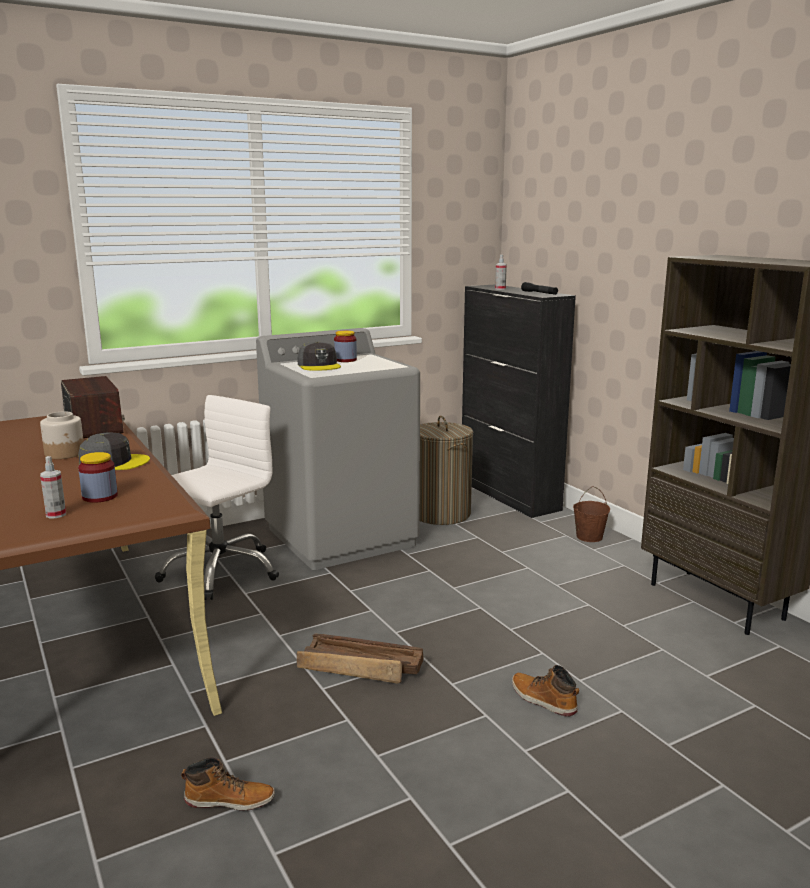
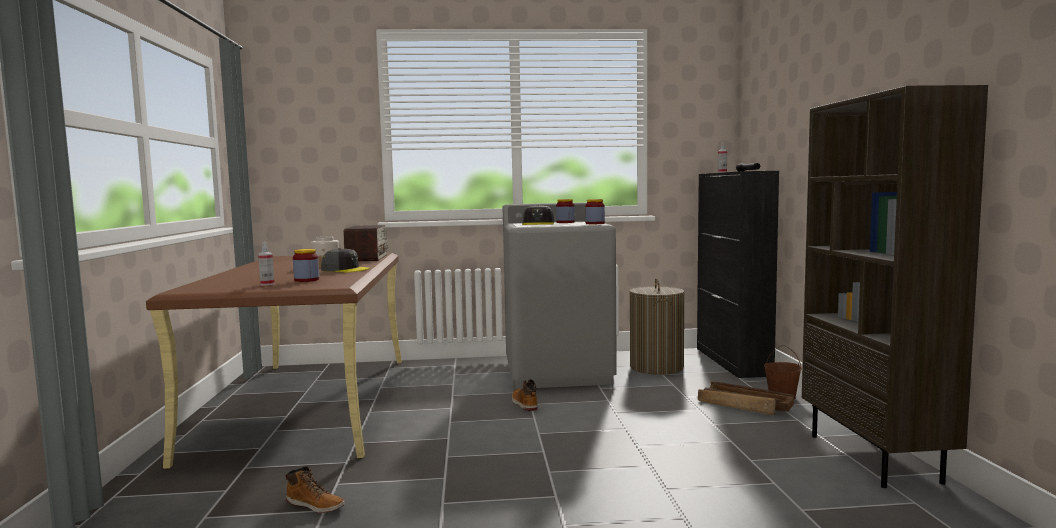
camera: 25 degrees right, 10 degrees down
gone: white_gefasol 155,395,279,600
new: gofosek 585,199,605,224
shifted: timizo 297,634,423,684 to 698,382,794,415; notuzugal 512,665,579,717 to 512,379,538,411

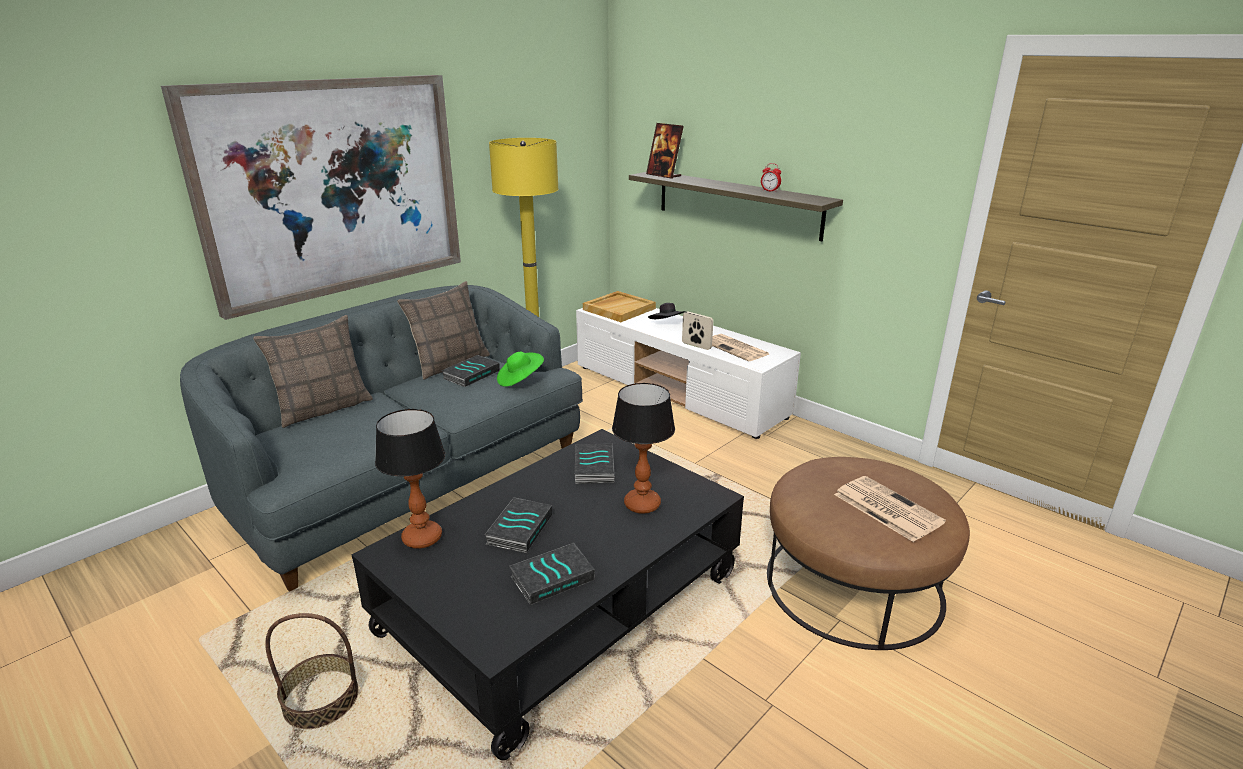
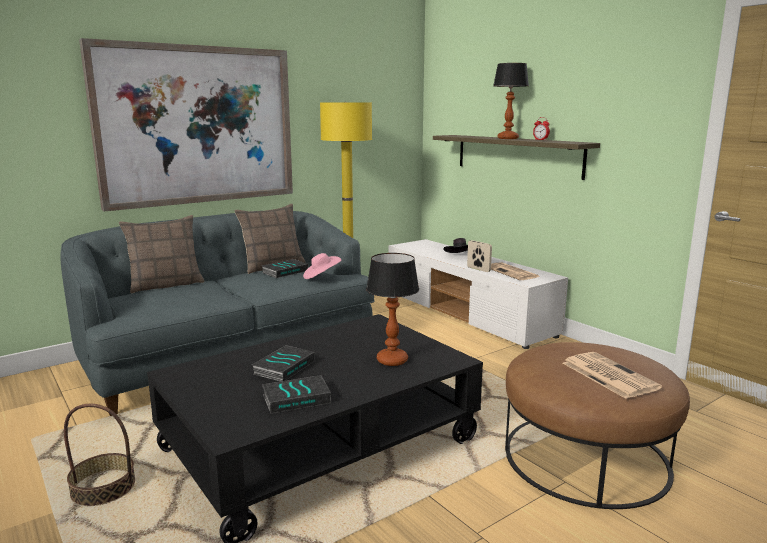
camera: 10 degrees right, 10 degrees down
gone: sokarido 646,123,684,179; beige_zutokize 583,291,656,322; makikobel 575,443,615,484
shifted: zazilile 375,409,445,549 to 493,63,529,139
repainted: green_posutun 497,352,544,387 to pink_posutun 303,253,341,279

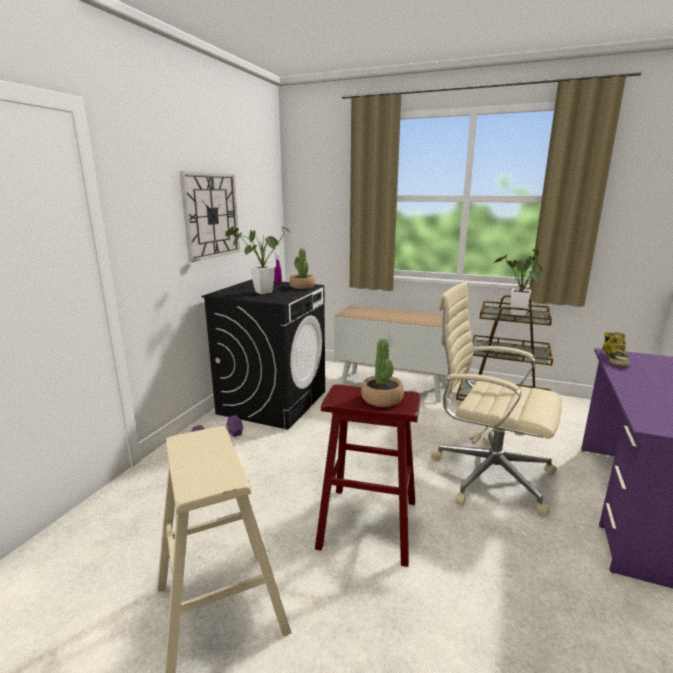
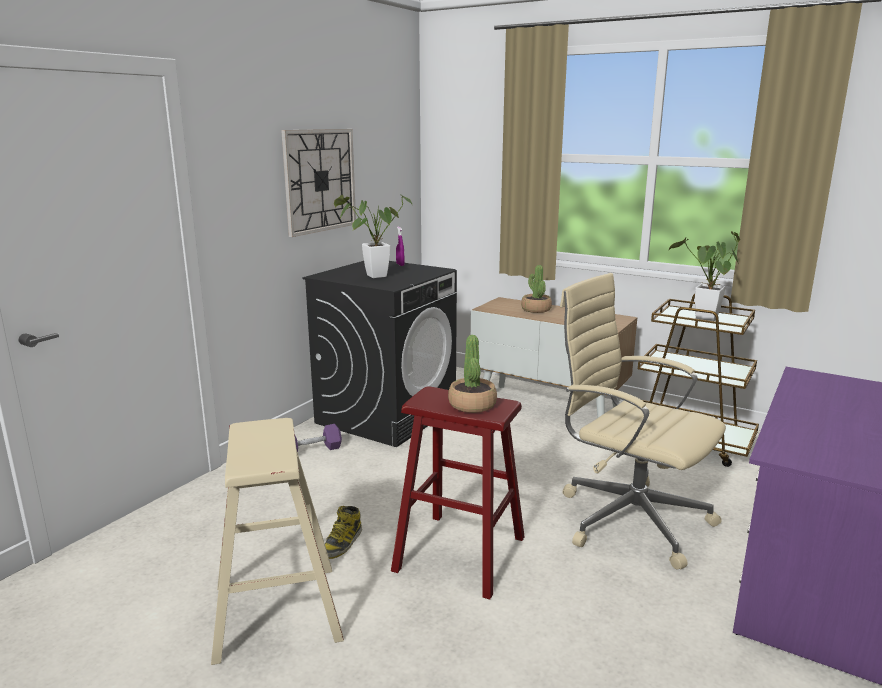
camera: 10 degrees right, 0 degrees up
shifted: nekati 289,248,315,289 to 521,265,552,313; notuzugal 601,332,630,366 to 325,506,362,559

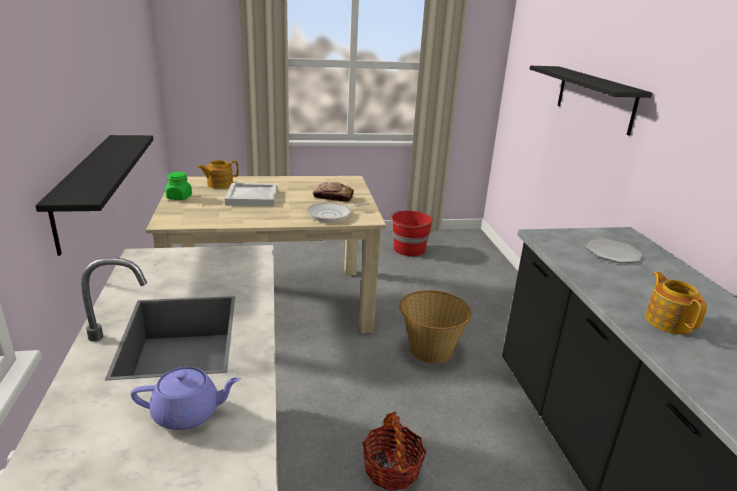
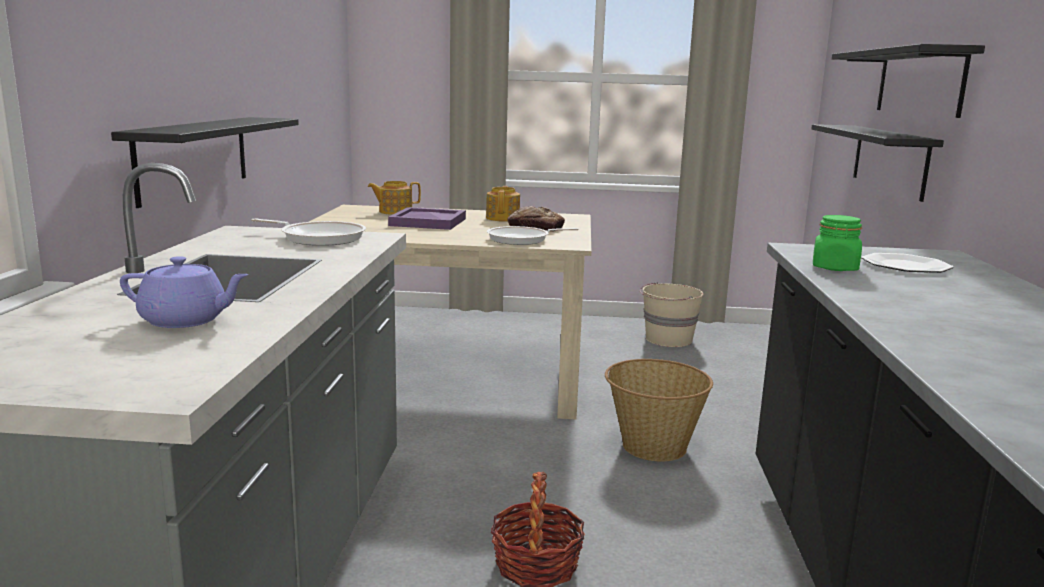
camera: 15 degrees right, 10 degrees down
new: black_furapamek 811,124,944,202; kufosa 251,219,366,246
shifted: green_gofosek 165,172,192,200 to 813,215,862,271; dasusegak 645,272,707,334 to 486,186,520,222
repainted: white_zutokize 225,183,278,206 to purple_zutokize 388,207,466,230; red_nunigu 390,210,433,257 to beige_nunigu 640,282,703,347

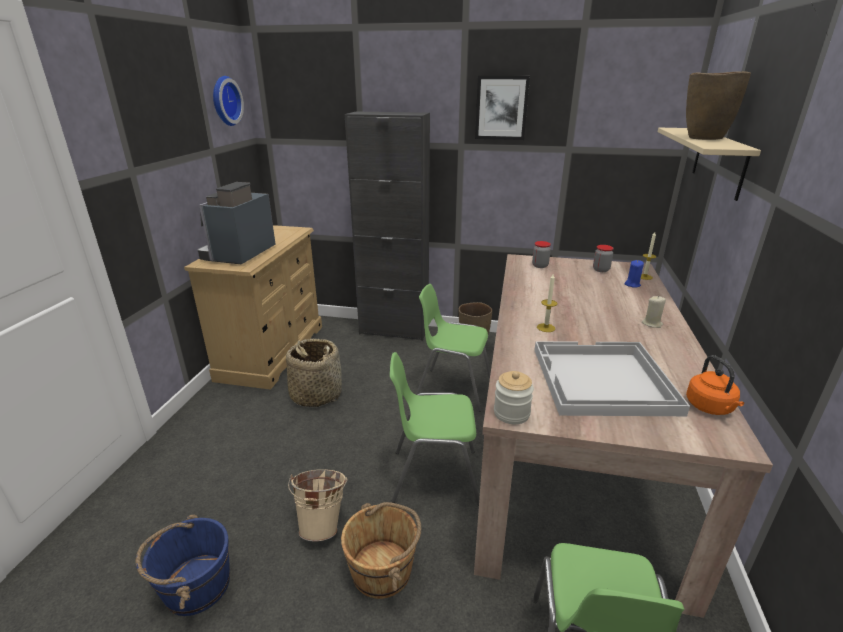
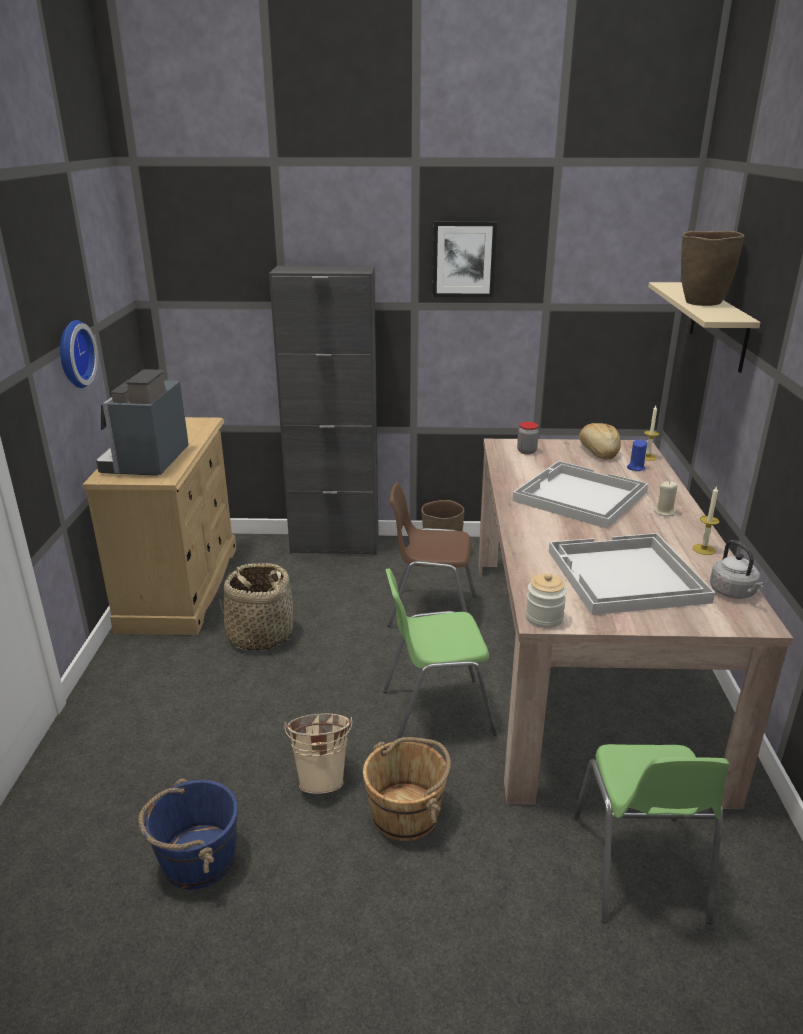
camera: 10 degrees left, 0 degrees up
new: white_zutokize 512,461,648,529
shifted: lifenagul 213,76,244,126 to 60,320,98,388; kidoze 537,274,557,332 to 692,485,720,555
swapped: gofosek 593,245,614,272 to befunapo 579,423,621,460
repainted: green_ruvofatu 416,284,491,412 to brown_ruvofatu 387,482,476,627; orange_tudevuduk 686,355,744,415 to grey_tudevuduk 710,540,764,599

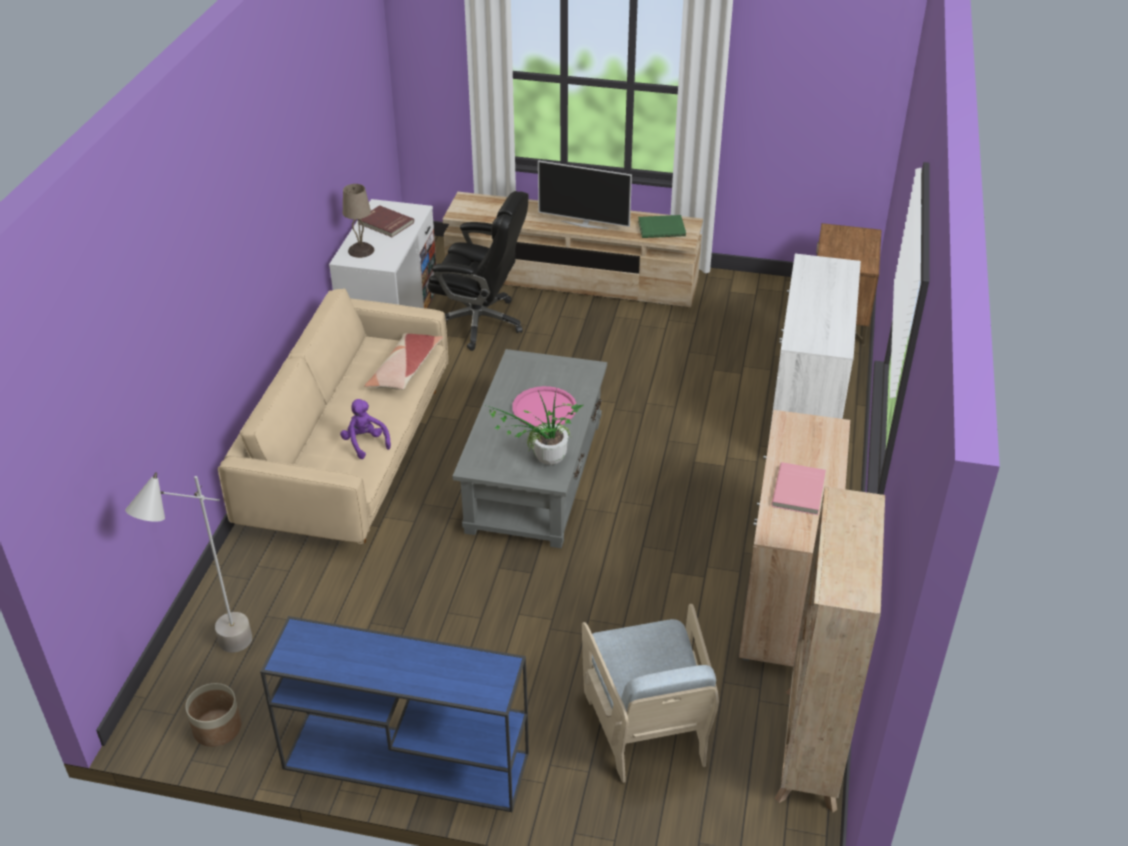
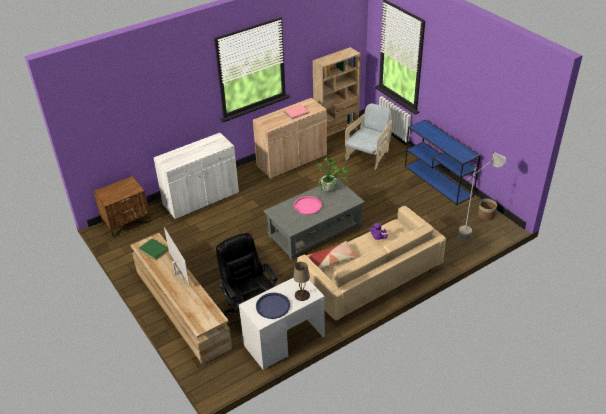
camera: 135 degrees left, 0 degrees up
swapped: red_makikobel 359,205,414,237 to blue_zutokize 256,293,290,319

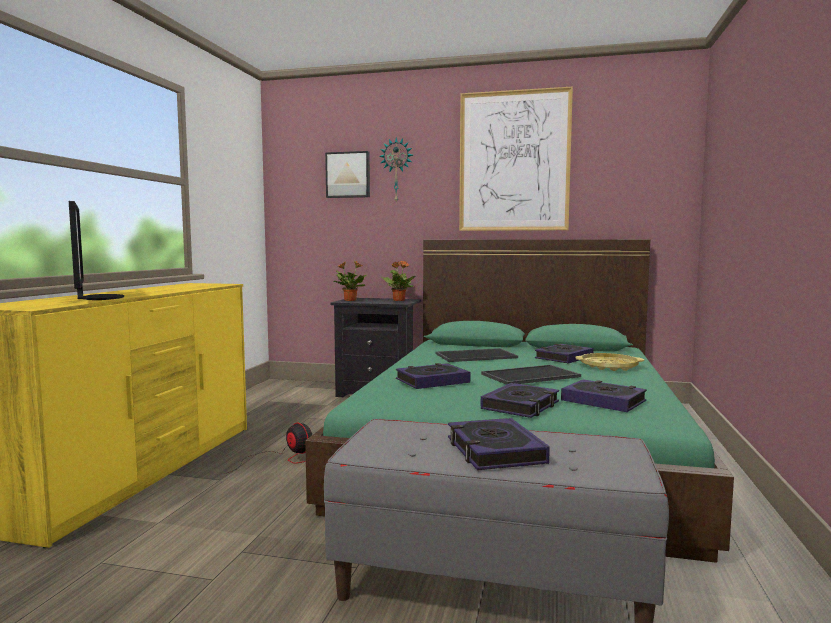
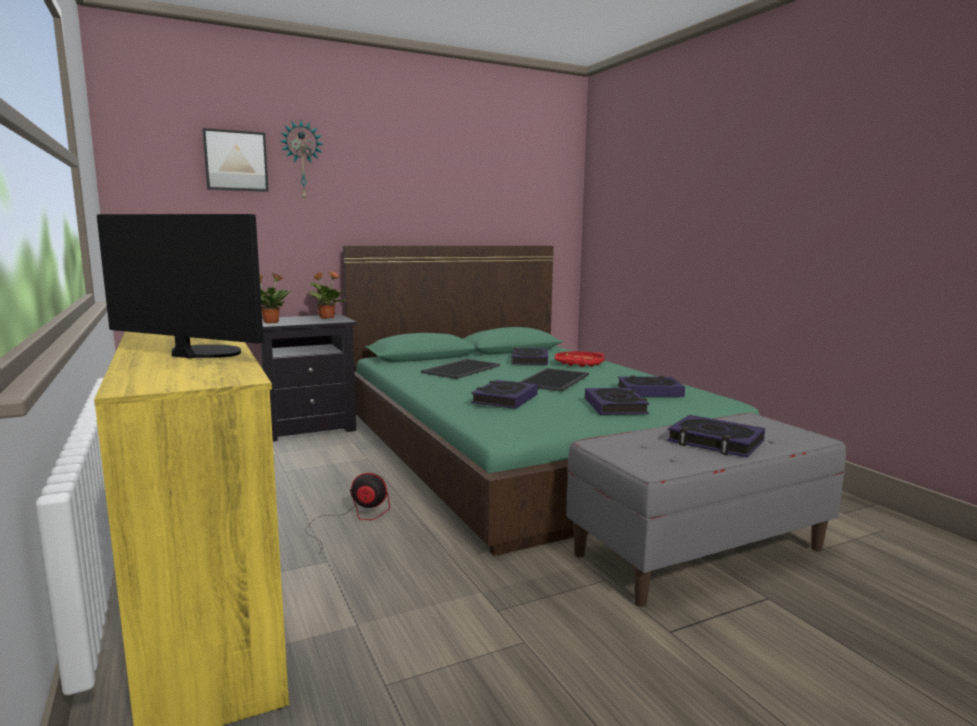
camera: 40 degrees left, 5 degrees up
gone: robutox 459,86,573,231
repainted: yellow_zutokize 575,353,644,371 to red_zutokize 554,351,605,367

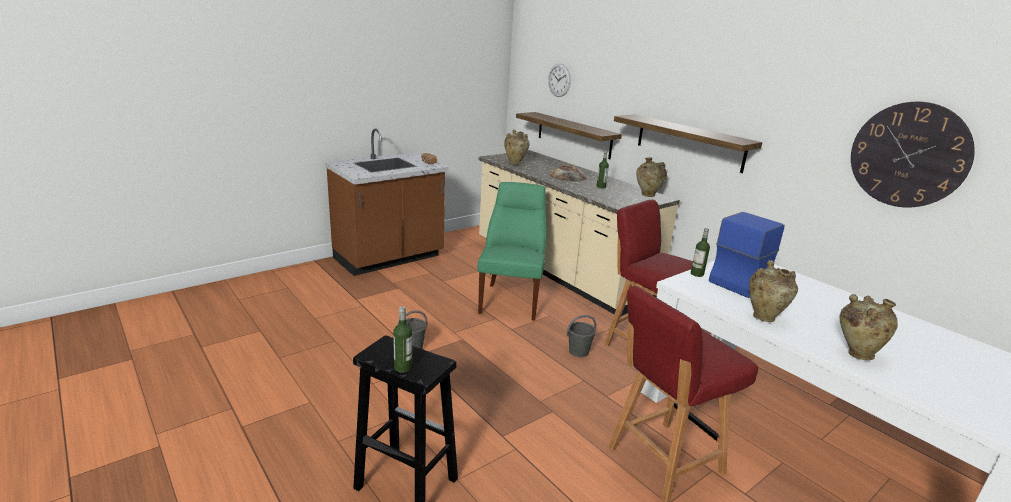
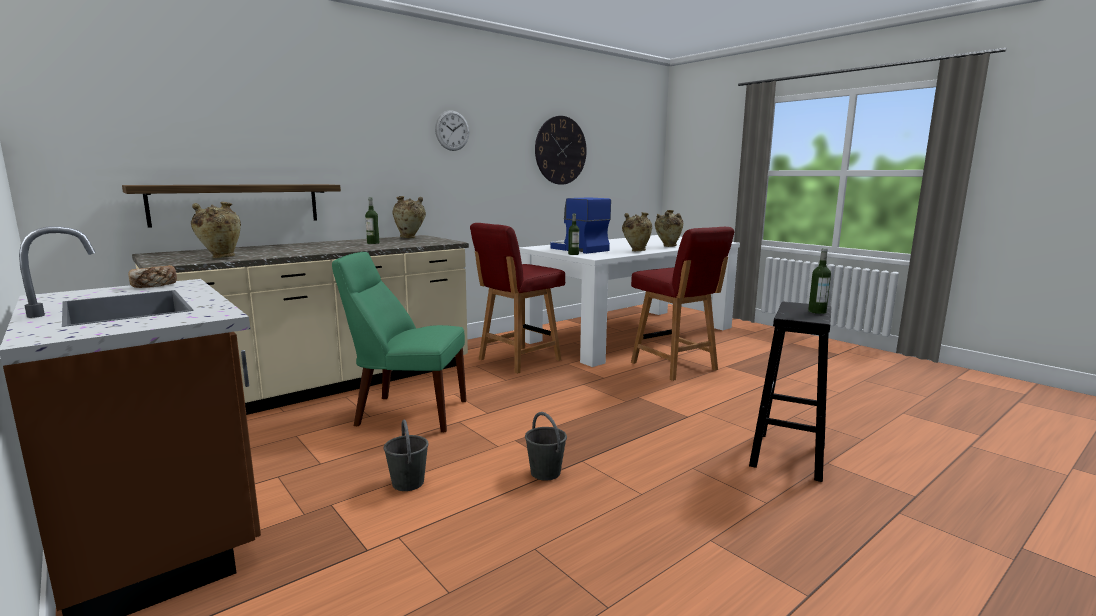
camera: 90 degrees left, 10 degrees down
gone: furapamek 614,114,762,173; befunapo 550,165,587,182
shifted: lifenagul 548,64,571,97 to 435,110,469,151; grey_nunigu 567,315,596,357 to 384,419,429,491

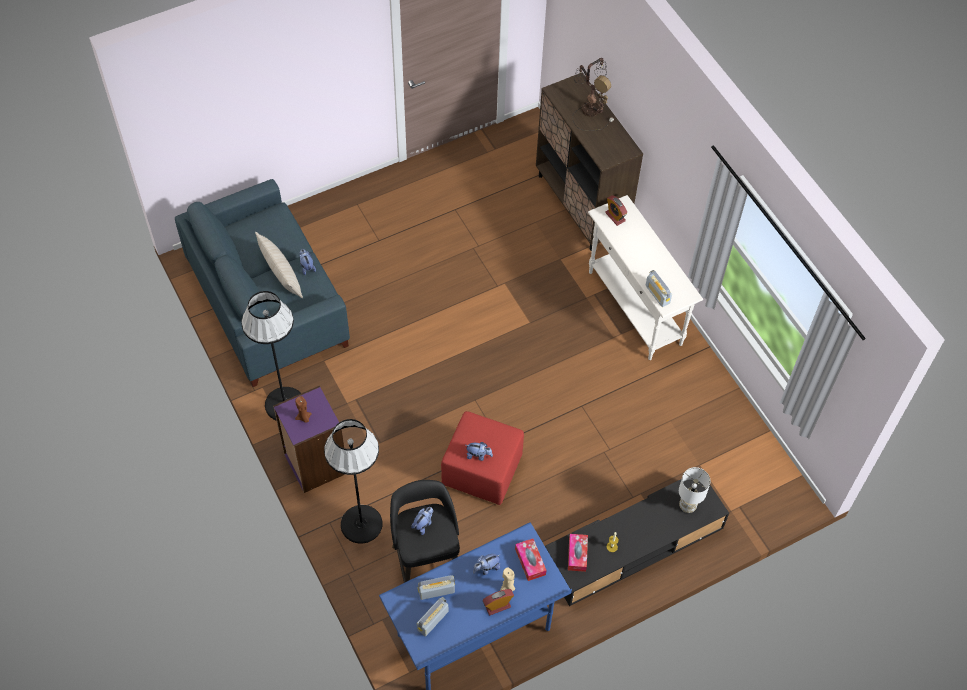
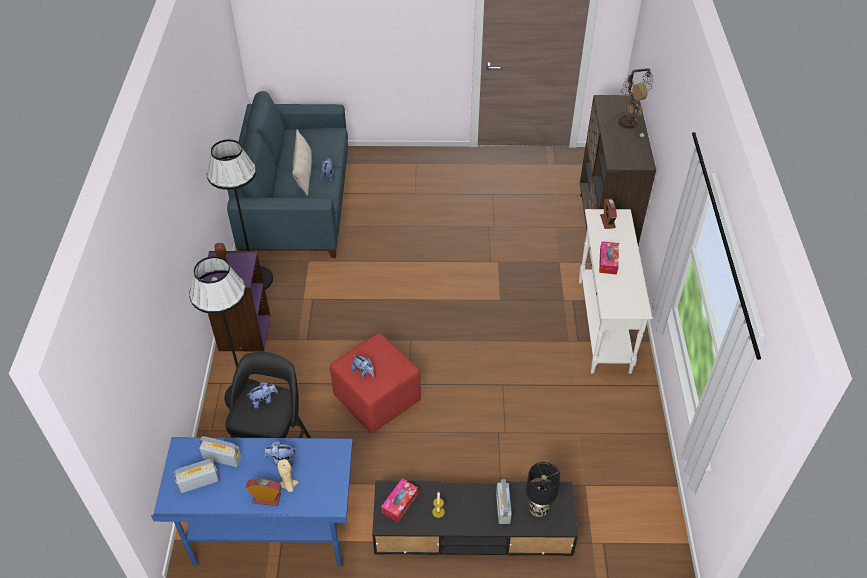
camera: 30 degrees right, 10 degrees down
shifted: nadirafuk 646,270,672,307 to 496,479,512,524; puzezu 515,539,546,581 to 599,241,619,275
repainted: white_zazilile 679,467,710,513 to black_zazilile 526,462,561,517

